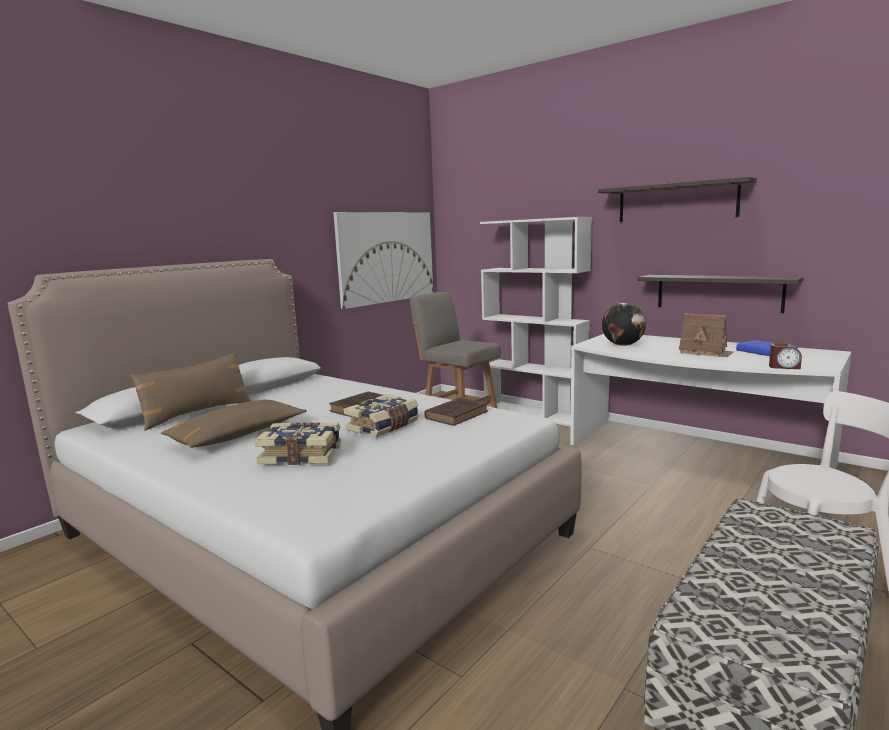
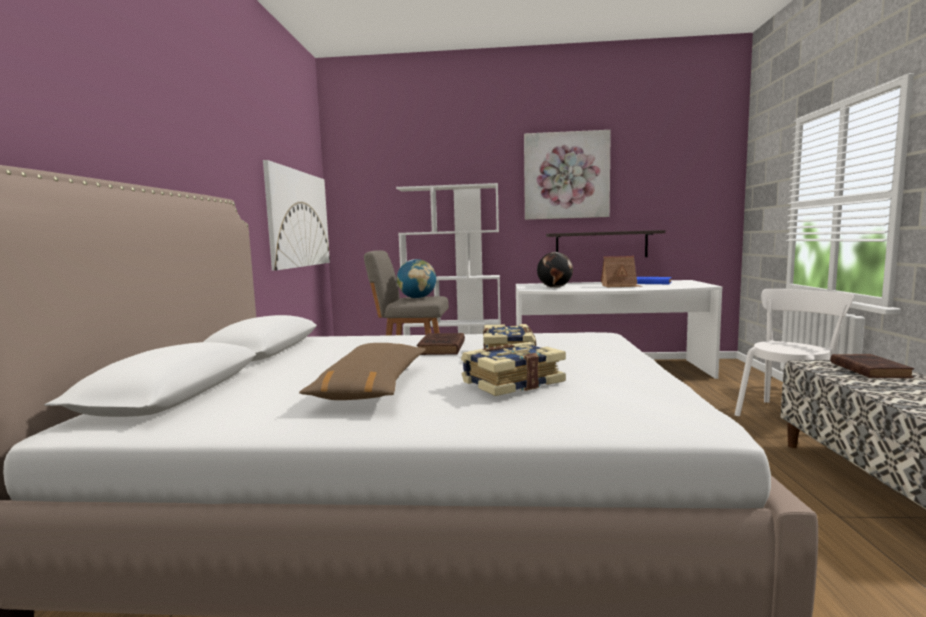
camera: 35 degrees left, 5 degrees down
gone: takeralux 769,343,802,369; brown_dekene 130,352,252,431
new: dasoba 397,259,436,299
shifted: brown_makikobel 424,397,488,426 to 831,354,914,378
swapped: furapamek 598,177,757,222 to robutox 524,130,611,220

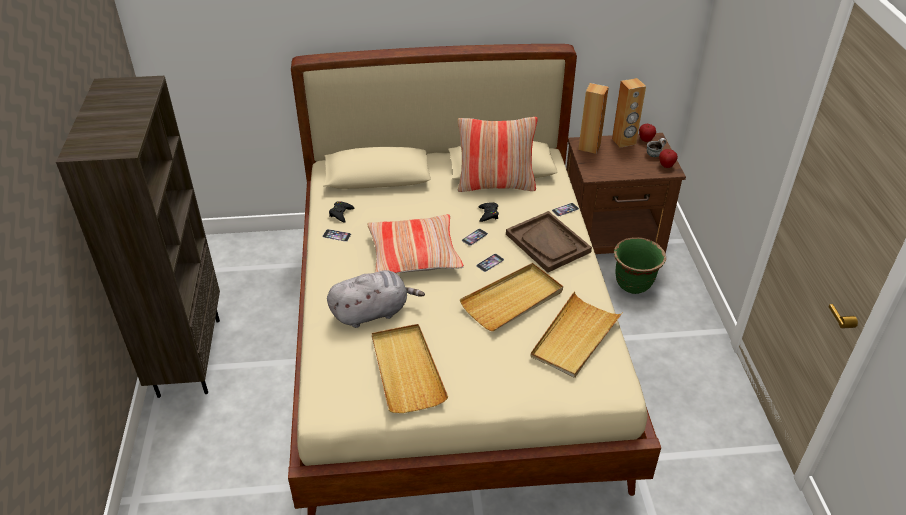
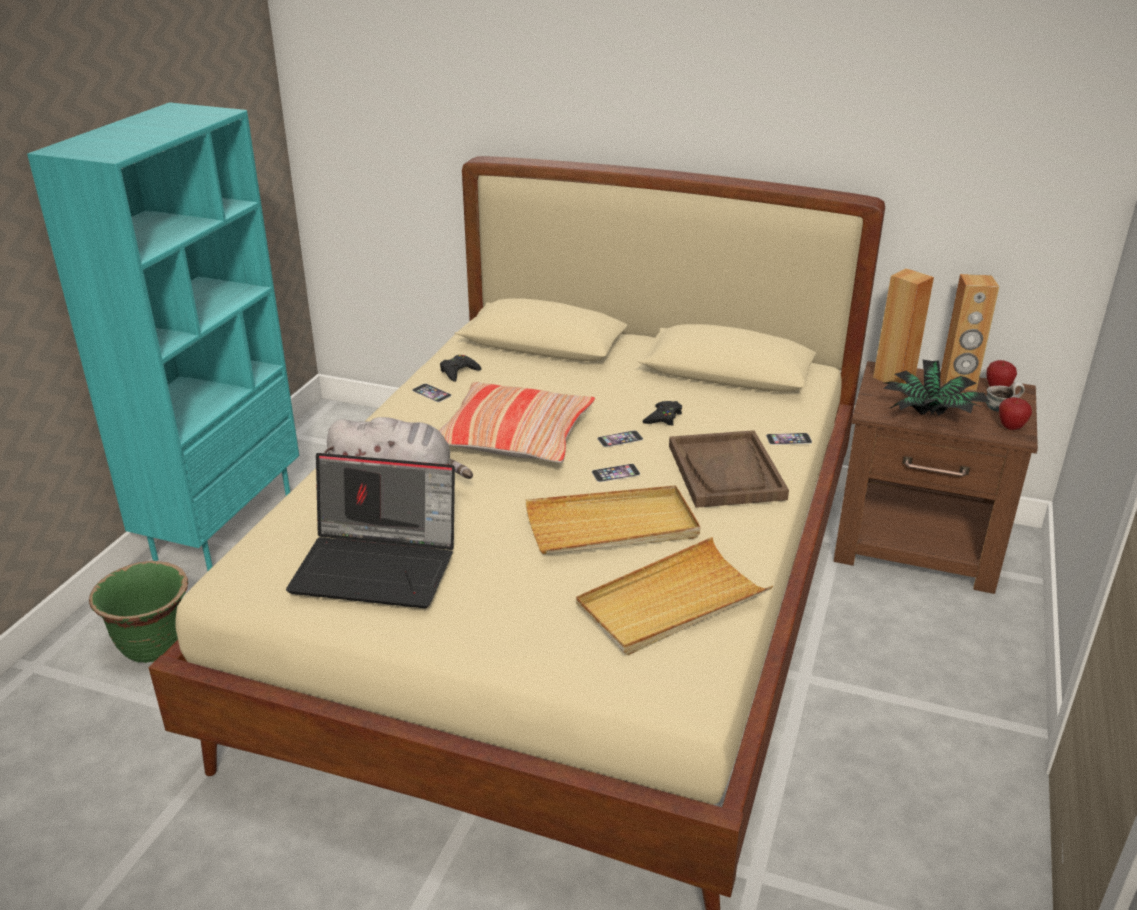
camera: 25 degrees right, 10 degrees down
gone: dekene 458,117,538,192
new: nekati 884,360,990,416
shifted: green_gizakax 614,237,666,294 to 89,561,188,663
swapped: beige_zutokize 372,324,448,413 to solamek 286,453,455,608
repainted: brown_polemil 56,76,220,398 to turquoise_polemil 27,102,299,571

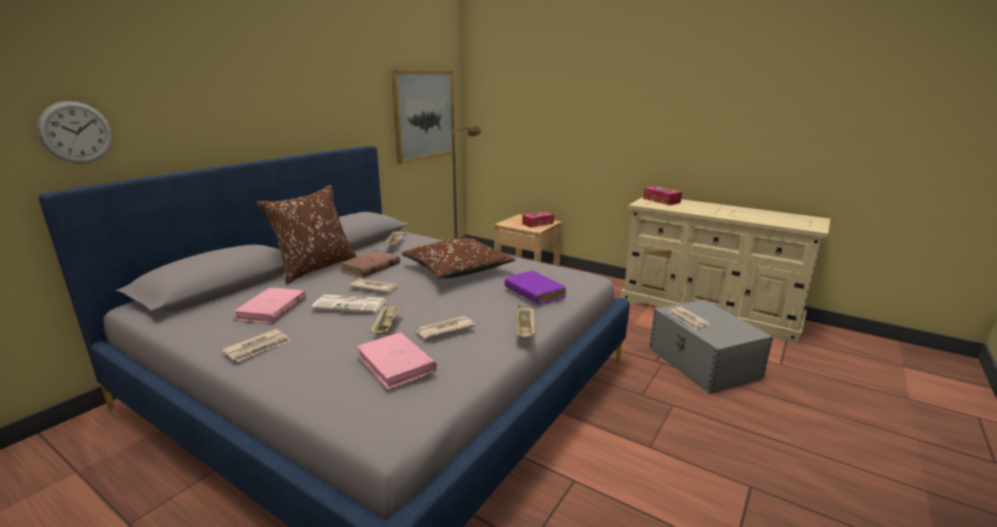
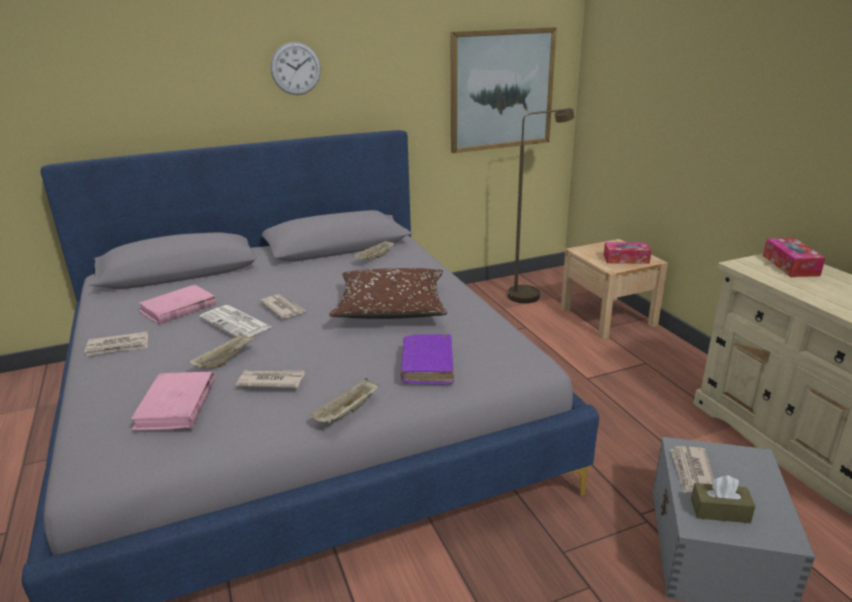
camera: 35 degrees right, 5 degrees up
gone: brown_dekene 256,185,357,284; brown_makikobel 340,250,400,277
new: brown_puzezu 691,476,755,523
shifted: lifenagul 37,101,113,163 to 271,42,321,95

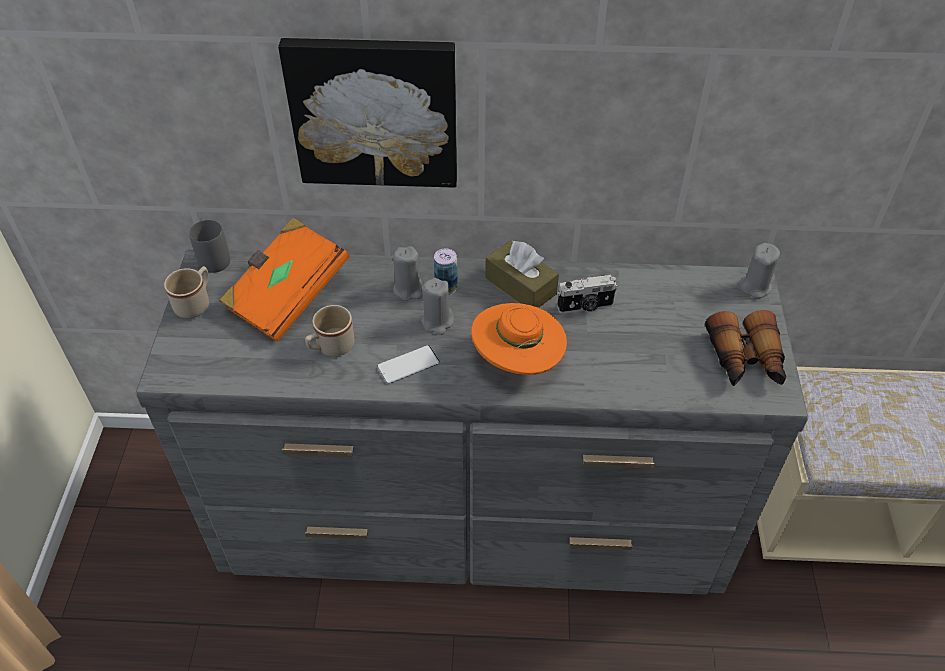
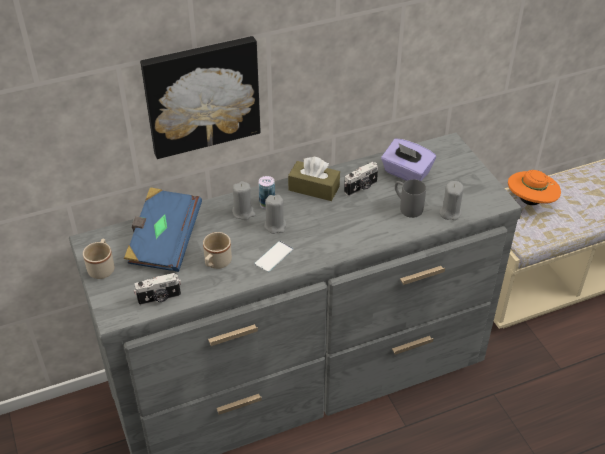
camera: 25 degrees left, 5 degrees down
gone: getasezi 705,310,786,386
new: purple_puzezu 381,138,436,181; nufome 134,273,181,306
shifted: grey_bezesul 189,217,230,273 to 395,179,426,218; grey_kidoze 739,243,780,298 to 439,181,464,220; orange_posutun 471,303,567,375 to 508,170,561,205
repainted: orange_makikobel 219,218,350,342 to blue_makikobel 124,187,202,272

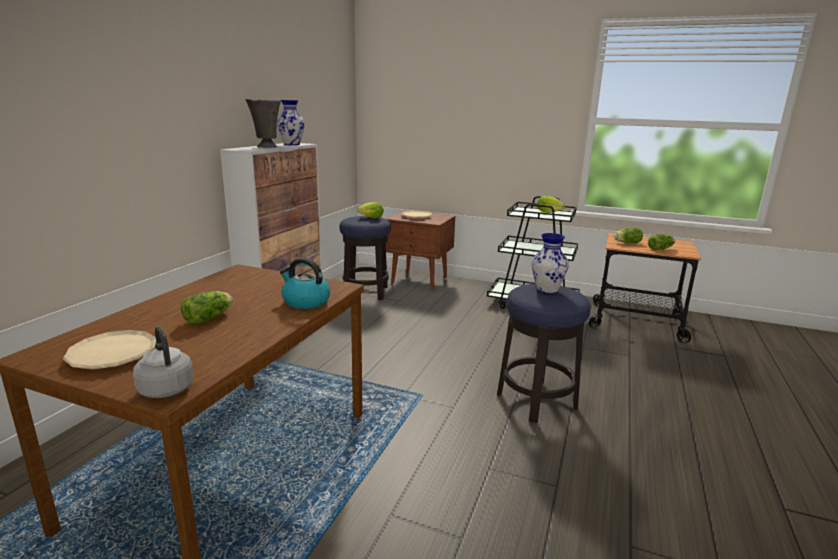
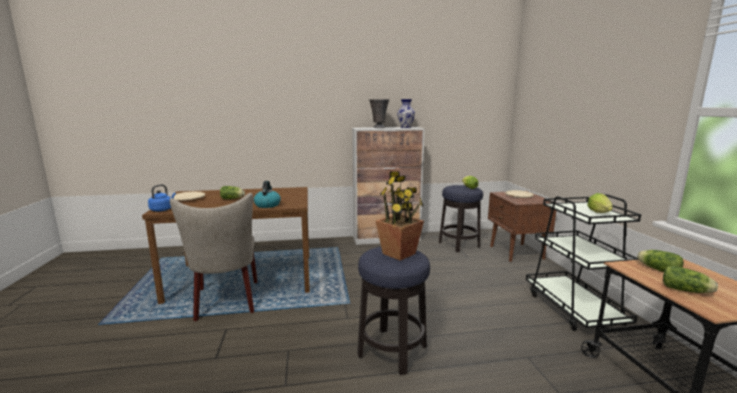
camera: 60 degrees right, 5 degrees down
new: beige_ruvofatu 170,193,257,321
swapped: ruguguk 532,233,569,294 to nekati 376,171,424,261
repainted: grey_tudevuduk 133,326,194,398 to blue_tudevuduk 148,184,176,212

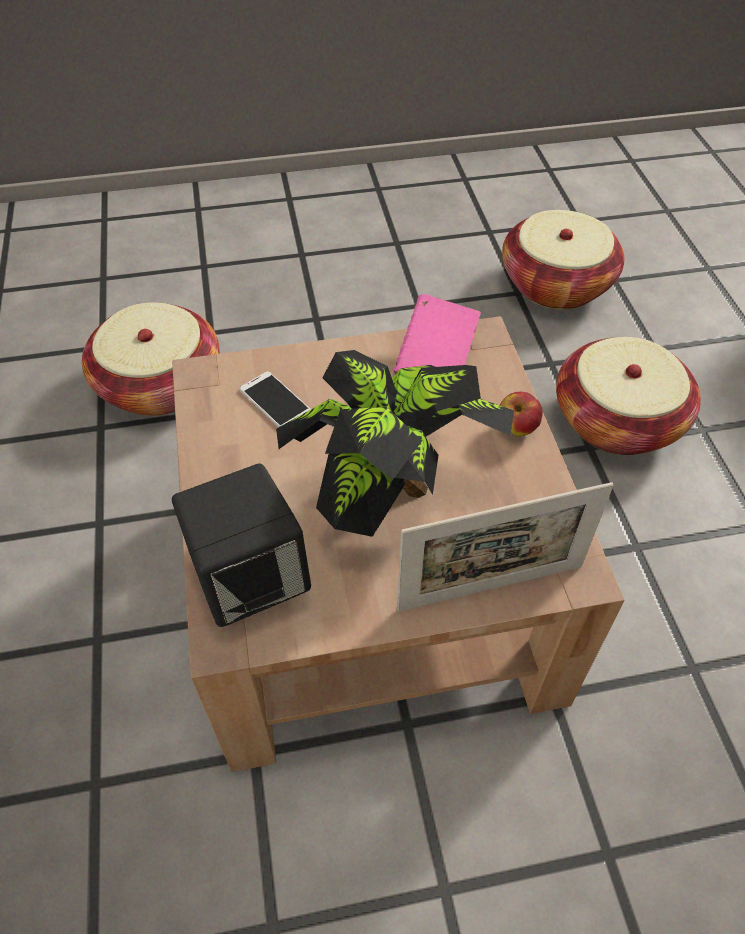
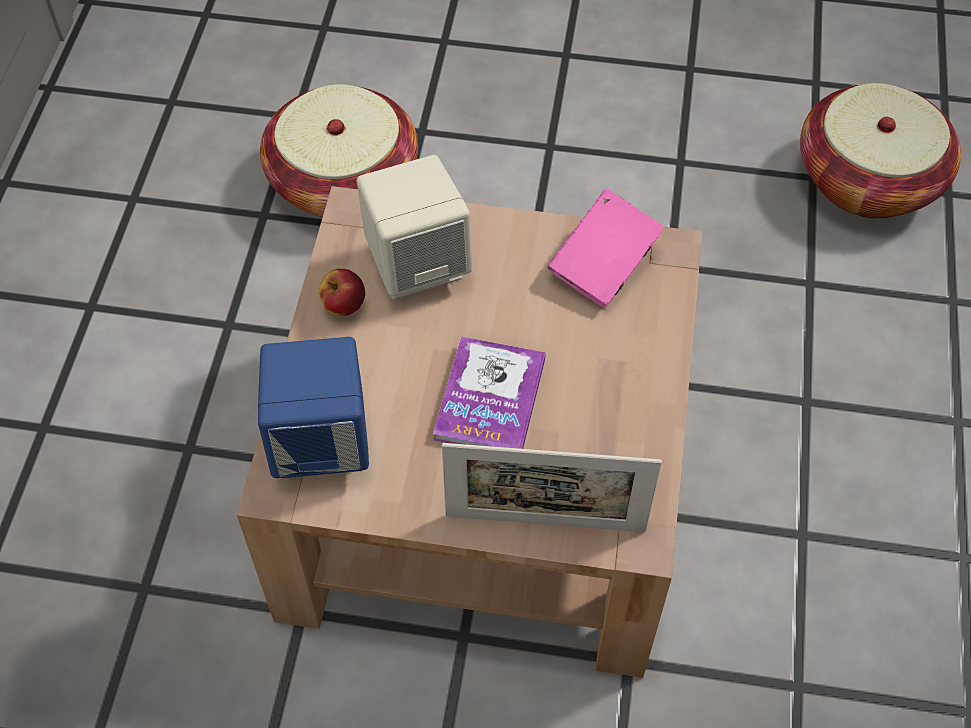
camera: 20 degrees right, 5 degrees up
gone: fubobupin 556,337,701,455
shifted: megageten 500,392,543,436 to 318,269,365,316
swapped: nekati 276,350,514,537 to makikobel 433,336,546,449; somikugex 240,372,311,427 to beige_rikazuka 357,155,473,300
repainted: black_rikazuka 172,463,311,627 to blue_rikazuka 258,337,369,478

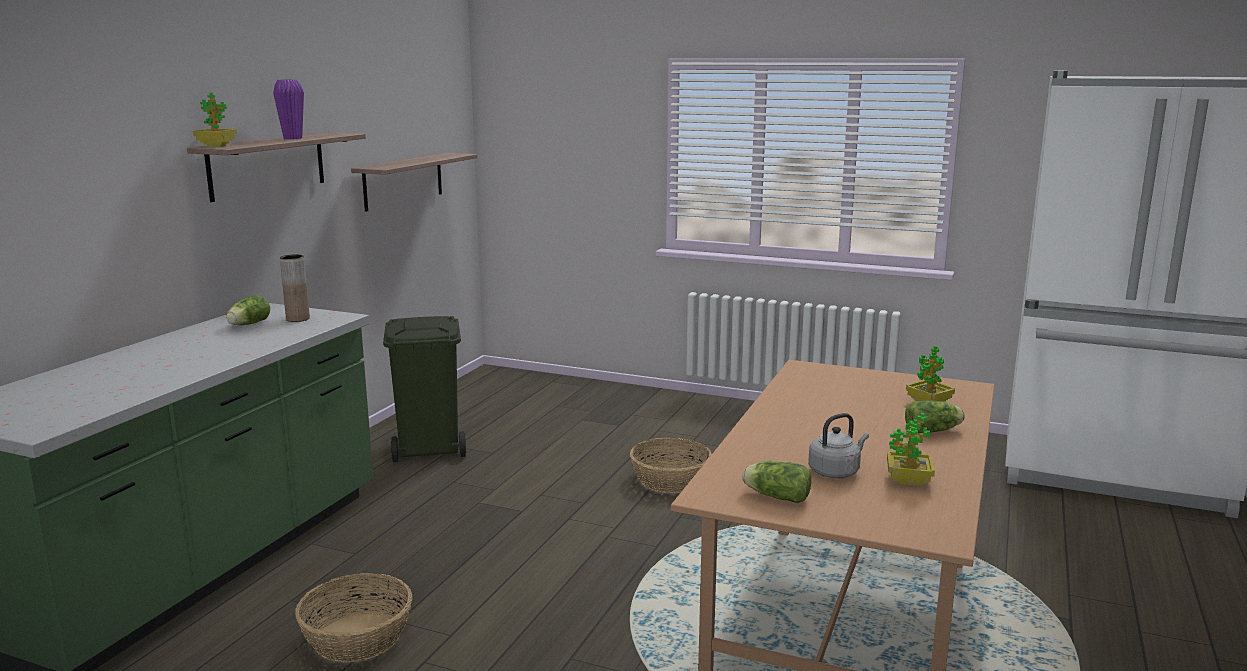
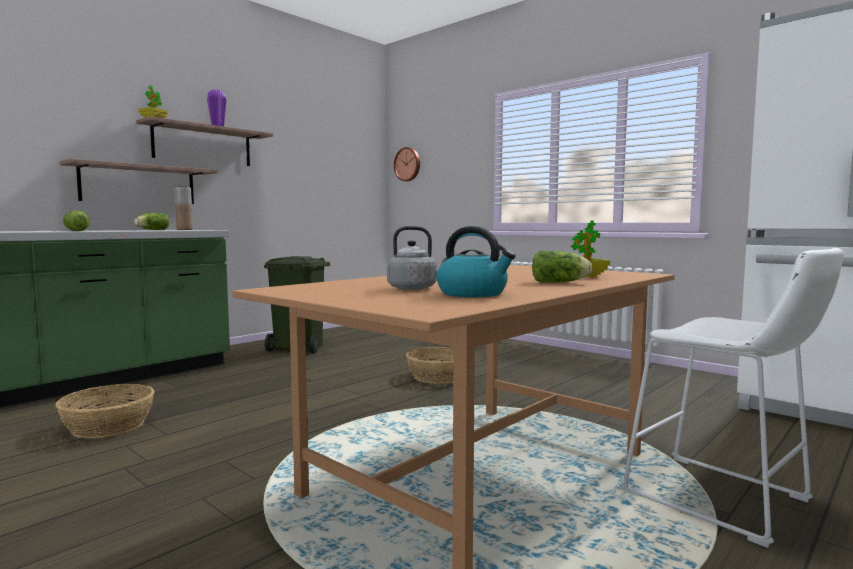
camera: 20 degrees right, 10 degrees down
new: lifenagul 394,147,420,181; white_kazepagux 620,248,844,548
shifted: furapamek 351,153,477,212 to 59,159,218,204; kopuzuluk 742,461,811,503 to 63,210,90,231
swapped: nekati 887,413,935,486 to tudevuduk 437,226,516,297

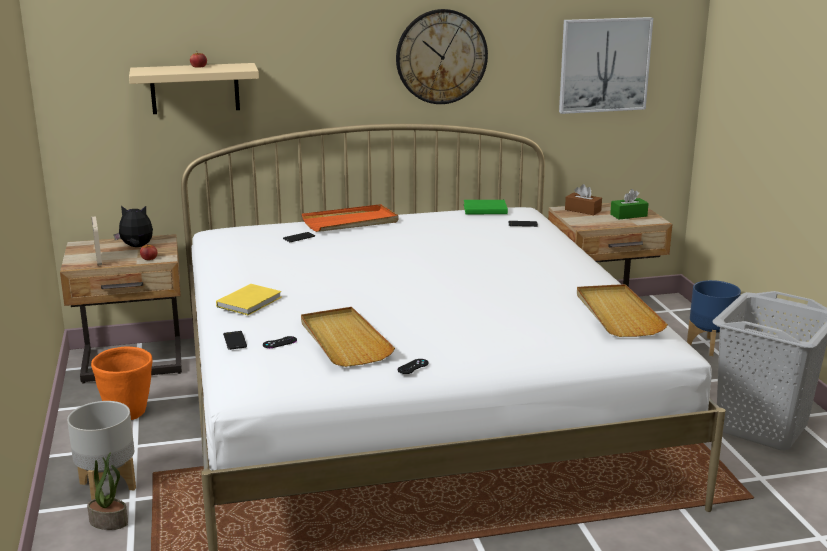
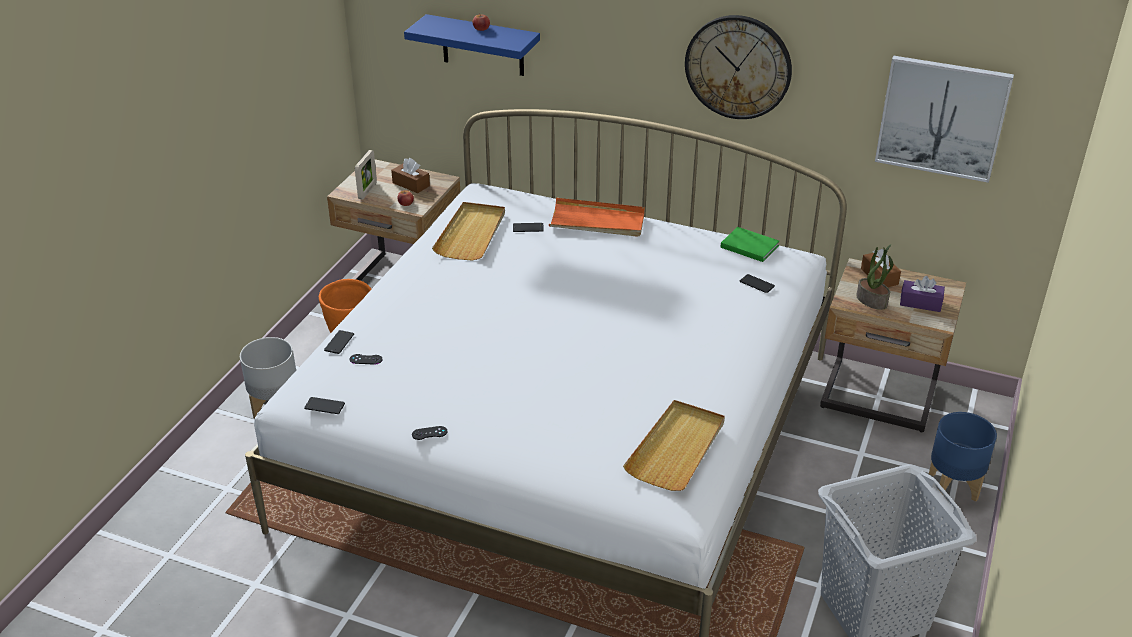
camera: 35 degrees right, 15 degrees up
gone: yellow_makikobel 216,284,282,315
new: somikugex 304,397,345,414
shifted: beige_zutokize 301,307,395,367 to 432,202,505,261; nekati 87,452,128,530 to 856,244,893,310
swapped: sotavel 114,206,153,247 to brown_puzezu 391,158,430,193
repainted: beige_furapamek 129,63,259,114 to blue_furapamek 404,14,540,76; green_puzezu 610,189,649,220 to purple_puzezu 900,276,945,312

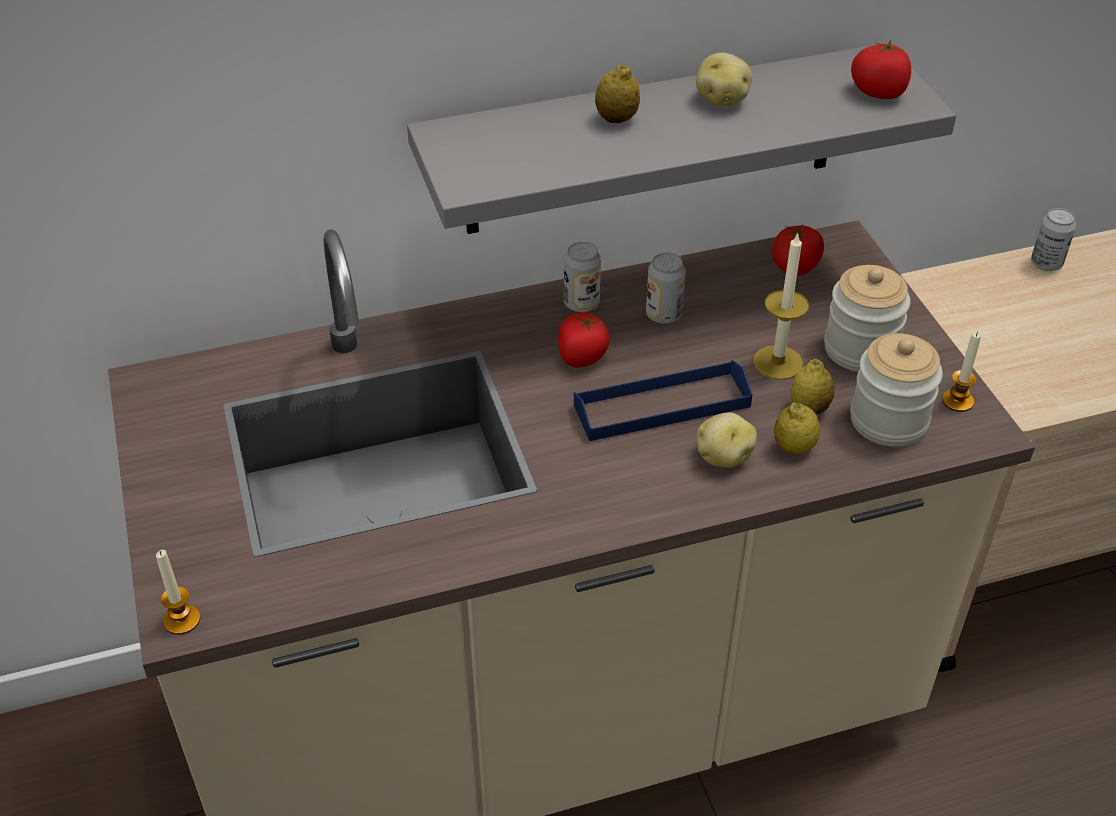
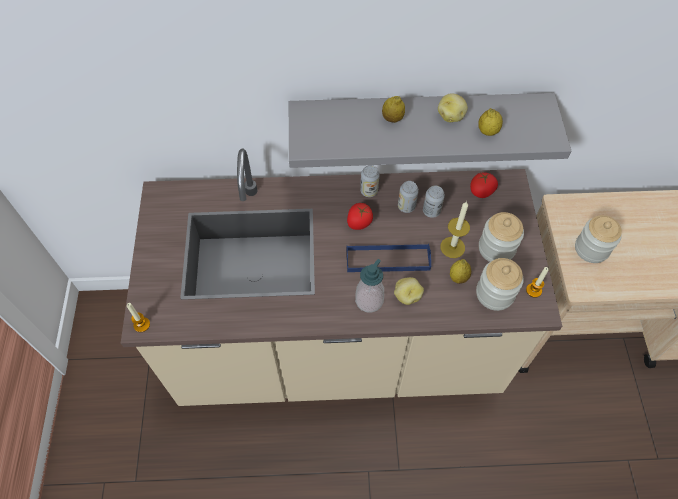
camera: 15 degrees right, 15 degrees up
gone: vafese 851,40,911,99
new: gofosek 575,215,622,263; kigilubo 355,259,384,313
shifted: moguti 1031,208,1076,271 to 423,186,445,218; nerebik 774,403,820,454 to 478,108,503,136

